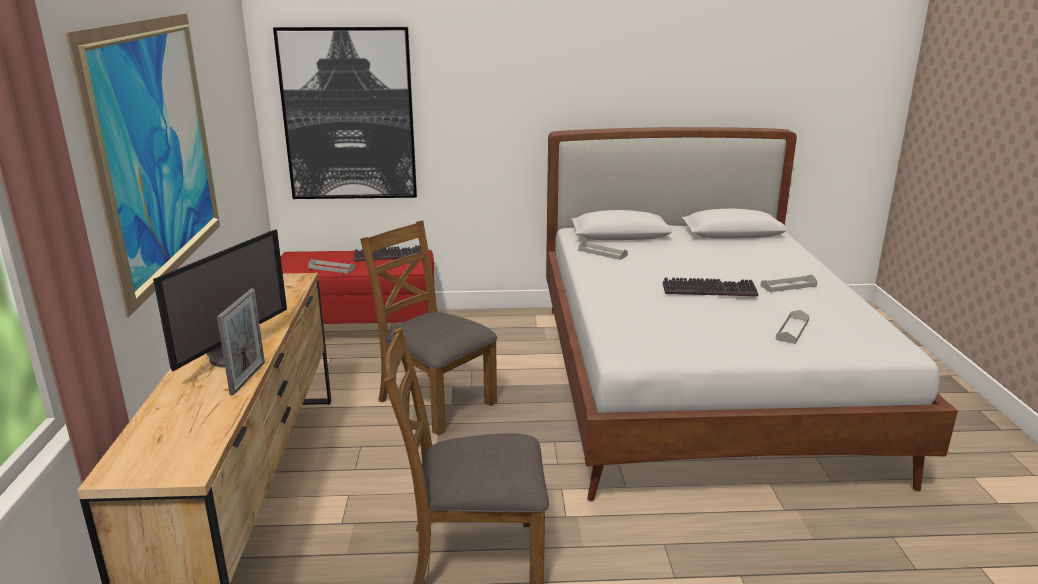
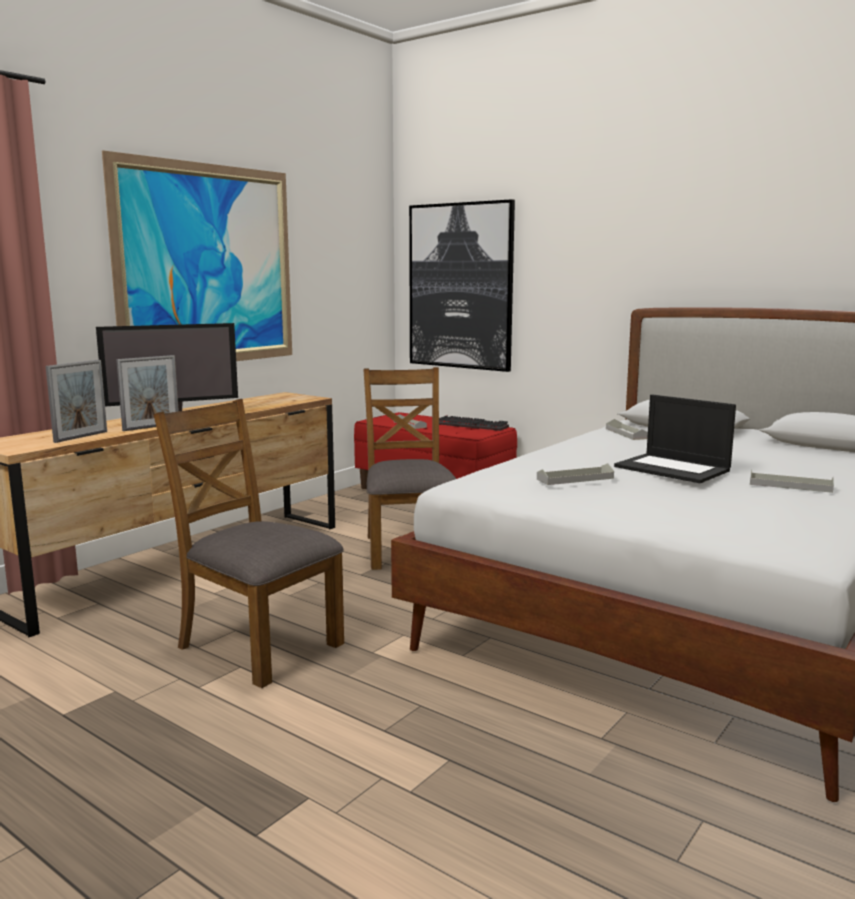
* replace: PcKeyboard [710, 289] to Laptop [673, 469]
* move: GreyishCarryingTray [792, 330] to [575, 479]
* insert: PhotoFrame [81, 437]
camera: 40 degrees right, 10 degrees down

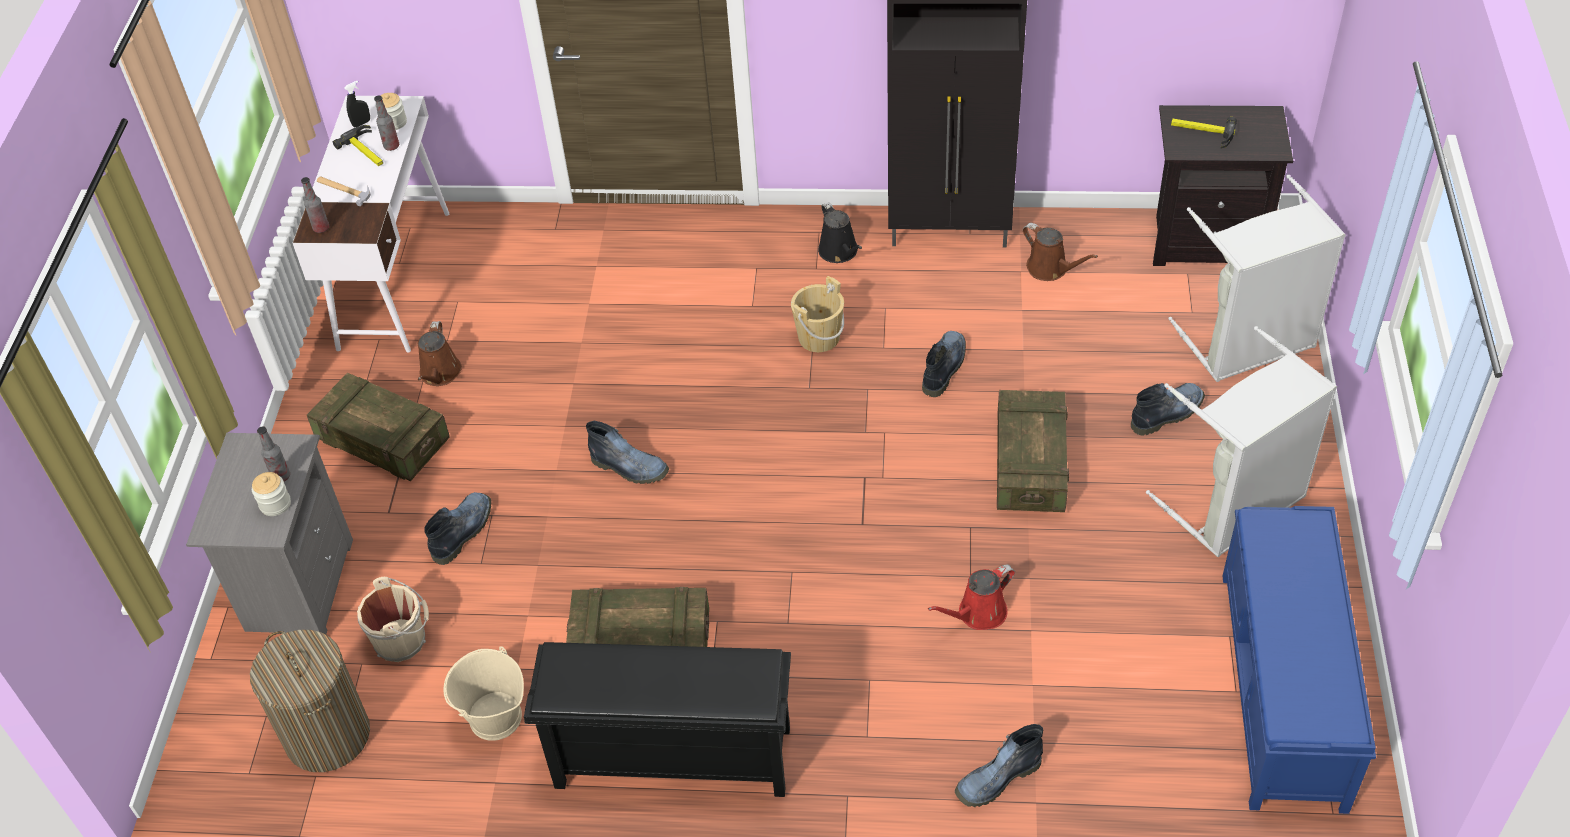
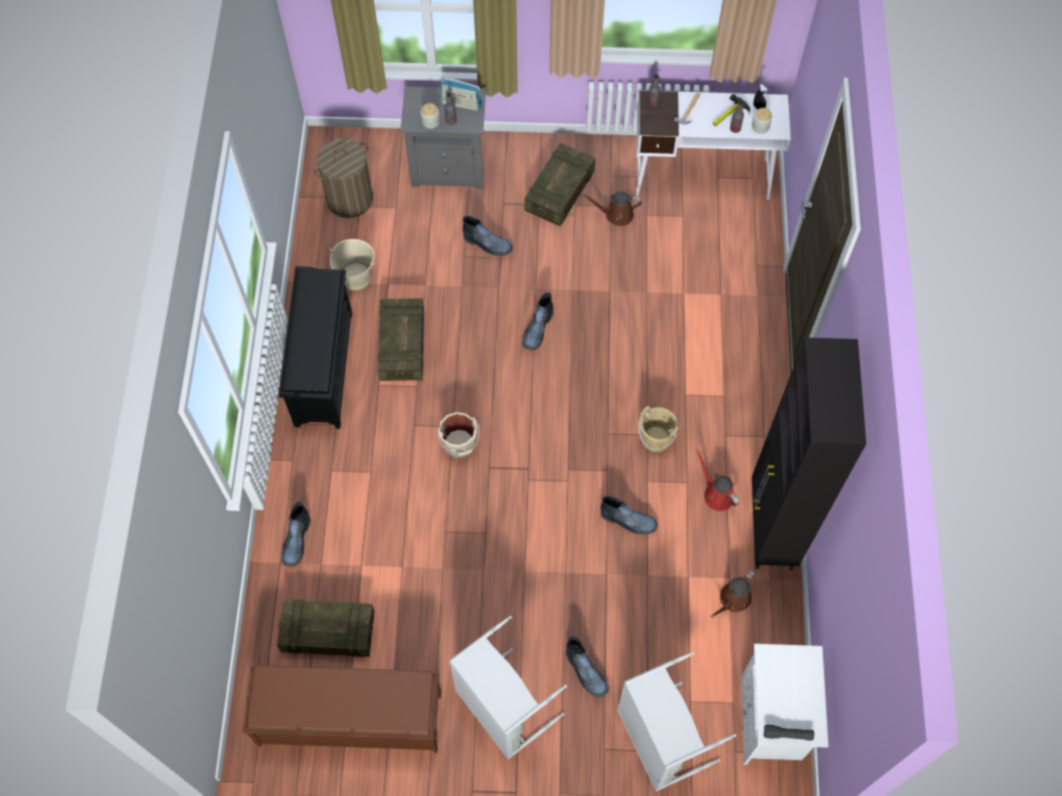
* recolor: BlackColouredBedsideTable [1206, 240] to WhitishBedsideTable [771, 722]
* delete: Hammer [1201, 132]
* delete: BlackColouredSprinklingCan [840, 252]
* move: PackingCrate [1030, 465] to [328, 633]
* recolor: BluishLongSeat [1282, 690] to BrownLongSeat [348, 719]
* move: ReddishSprinklingCan [978, 614] to [716, 494]
* move: SandColouredWaterBucket [402, 640] to [460, 445]
* rotate: TallBoot [997, 780] = [296, 541] 135 degrees counterclockwise
* insert: RadioSet [461, 104]
* insert: BlackColouredHandTorch [787, 734]
camera: 85 degrees right, 15 degrees up

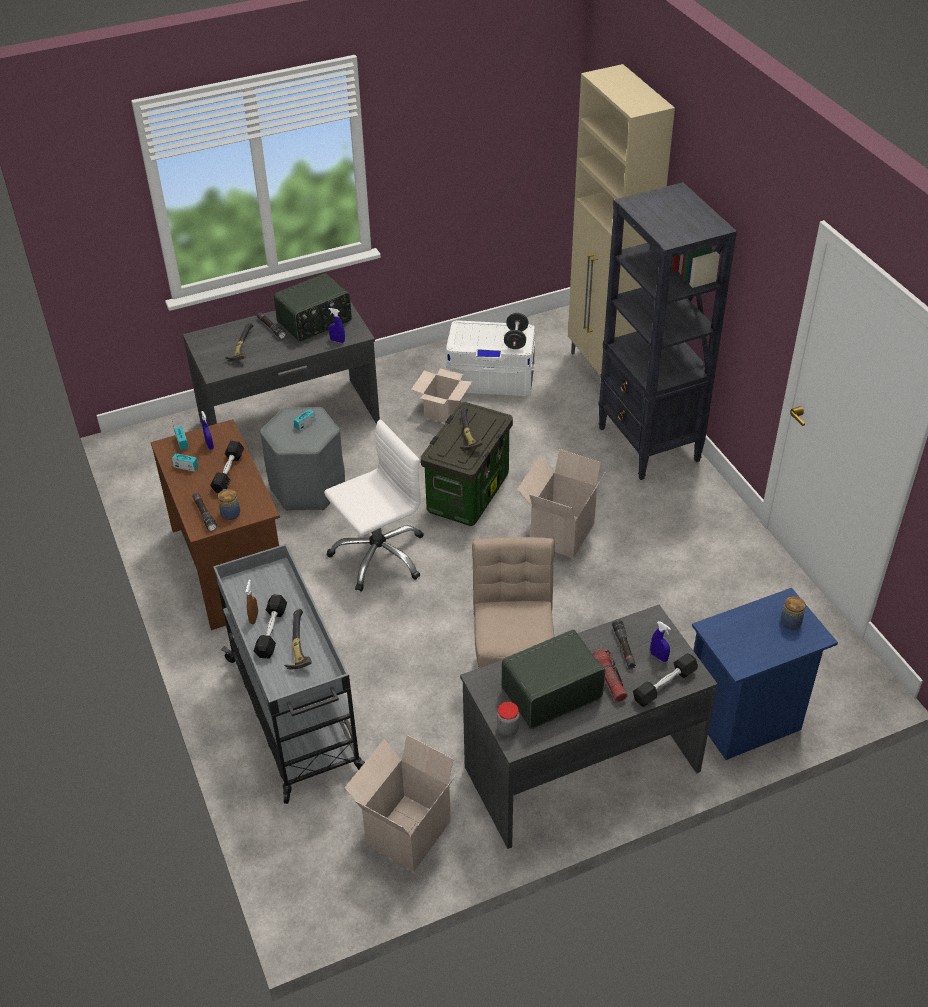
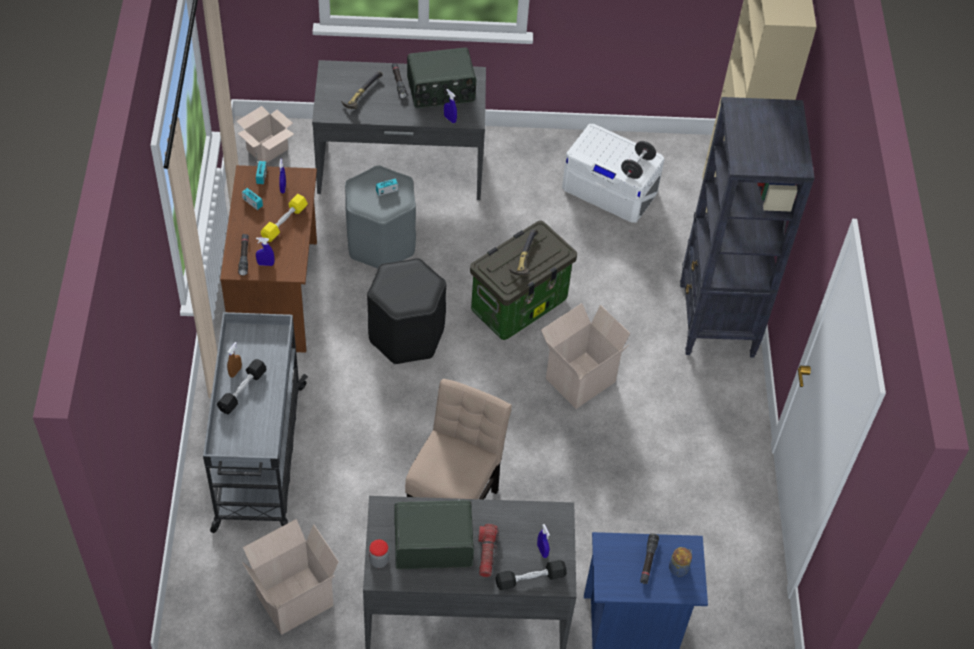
* move: PackingBox [442, 410] to [267, 149]
* replace: WhitishDeskChair [378, 555] to BlackColouredSittingStool [406, 335]
* recolor: BlackColouredHandWeight [228, 473] to YellowishHandWeight [284, 222]
* replace: StorageJar [230, 513] to BluishSprayBottle [265, 264]
* delete: Hammer [297, 646]
* move: BlackColouredHandTorch [624, 648] to [648, 561]
camera: 20 degrees right, 10 degrees up

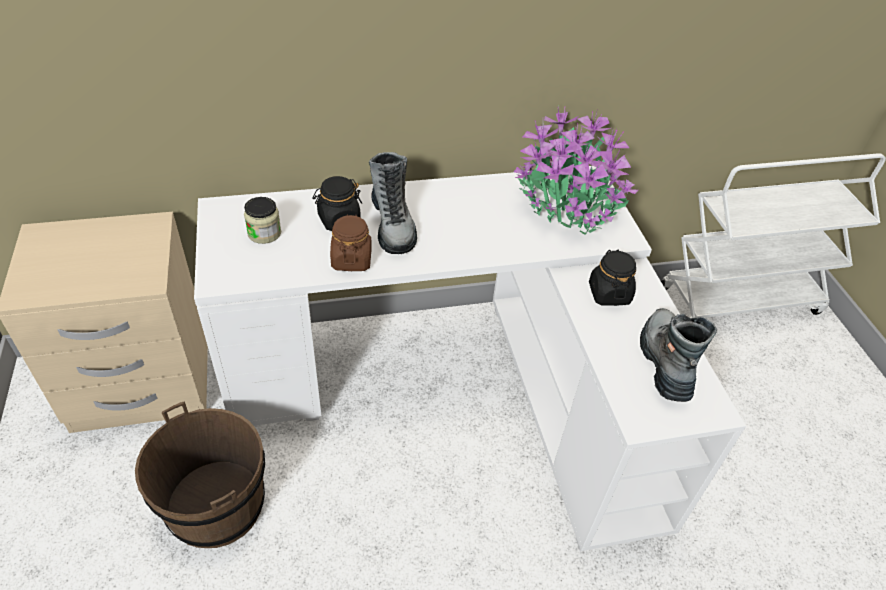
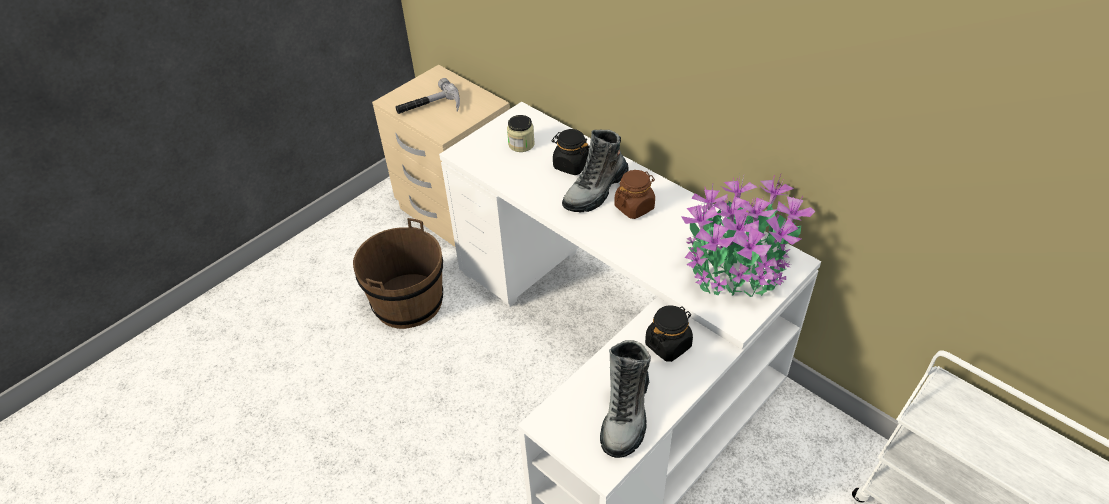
* move: BrownStorageJar [351, 259] to [634, 207]
* rotate: TallBoot [665, 361] = [626, 413] 135 degrees clockwise
* insert: Hammer [430, 107]
camera: 60 degrees right, 0 degrees up

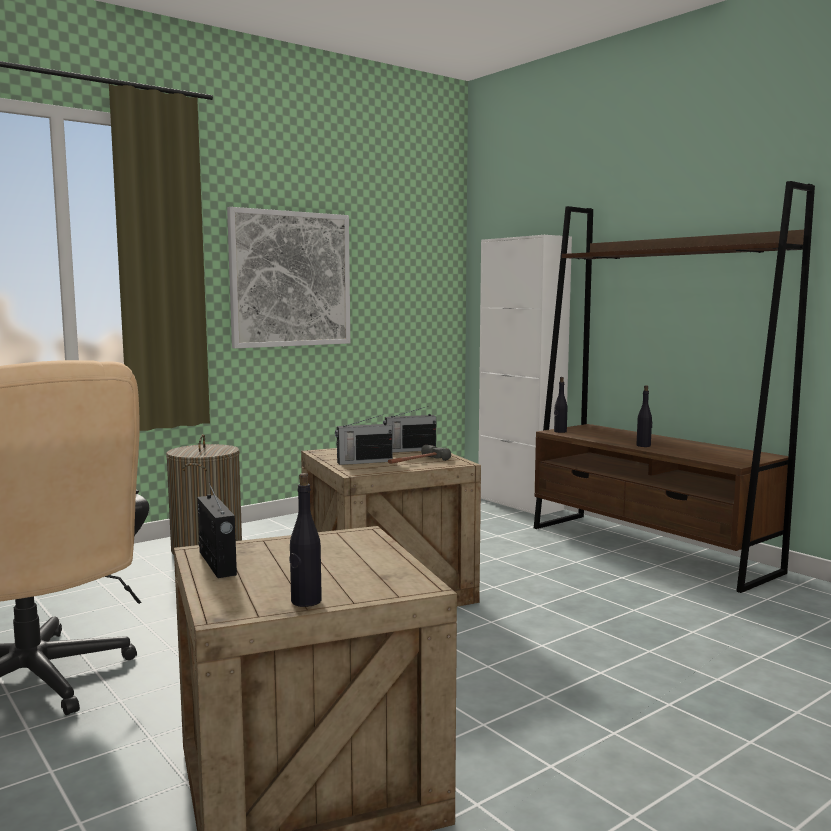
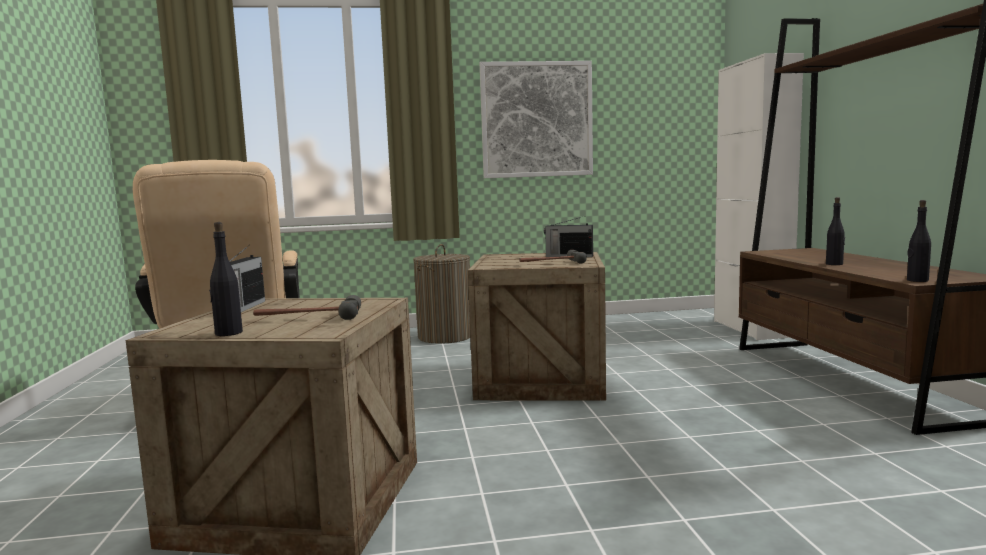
* move: BlackColouredBeverageBottle [560, 431] to [917, 280]
* delete: RadioSet [363, 462]
* insert: Hammer [308, 318]
camera: 30 degrees right, 0 degrees up

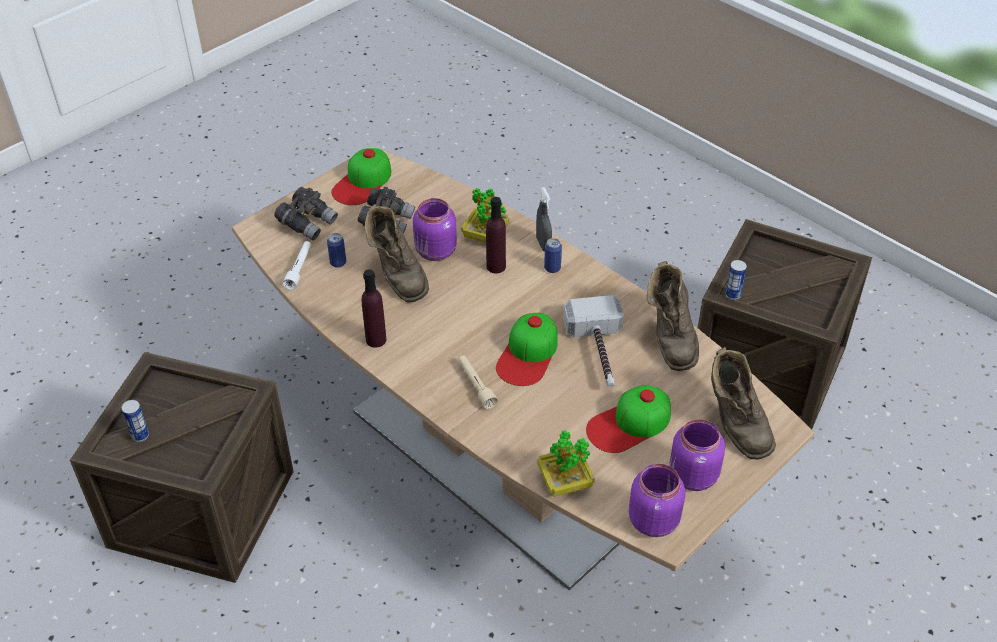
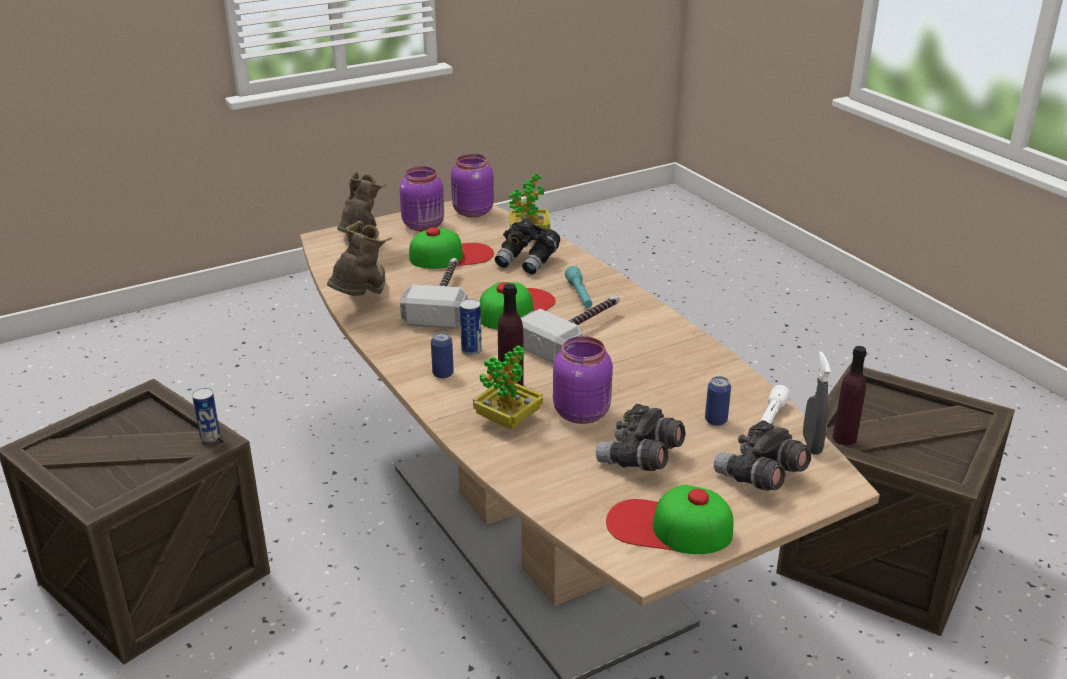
* rotate: PeakedCap [362, 182] = [668, 527] 120 degrees counterclockwise
* move: GreyishSprayBottle [543, 244] to [812, 444]
* delete: BrownTallBoot [398, 276]
* move: PurpleColouredBeverageBottle [376, 340] to [844, 438]
* recolor: SandColouredHandTorch [476, 385] to TurquoiseHandTorch [579, 295]
* move: Can [140, 436] to [471, 350]
* insert: BlackColouredFieldGlasses [528, 261]
* insert: Hammer [577, 334]
camera: 165 degrees left, 15 degrees down

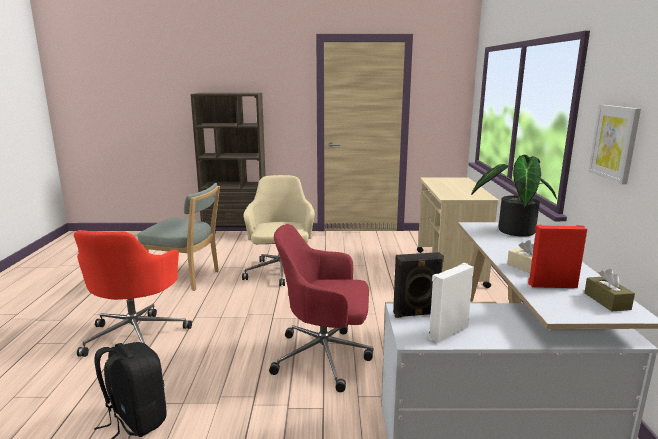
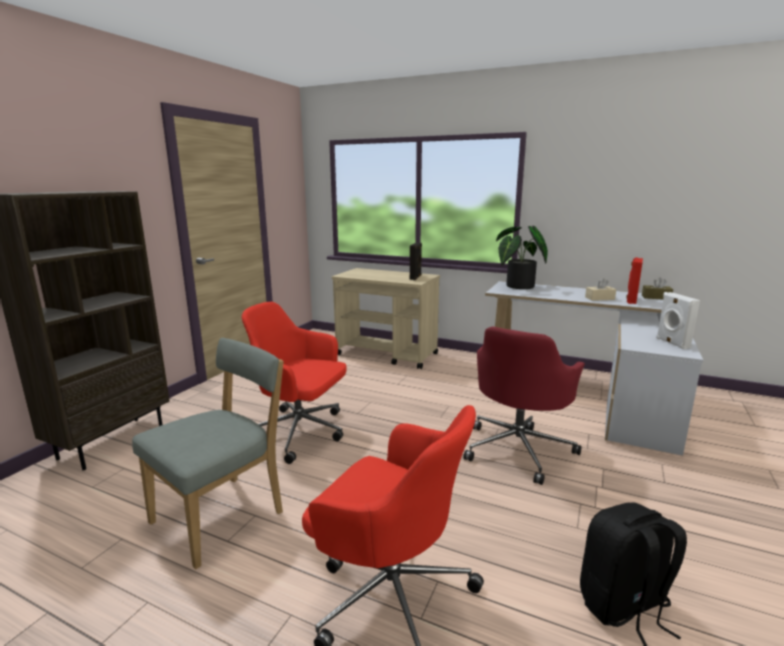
* delete: Picture [615, 142]
* recolor: SandColouredDeskChair [281, 273] to ReddishDeskChair [300, 432]
* move: BlackColouredSpeaker [416, 314] to [416, 277]
camera: 65 degrees left, 0 degrees up

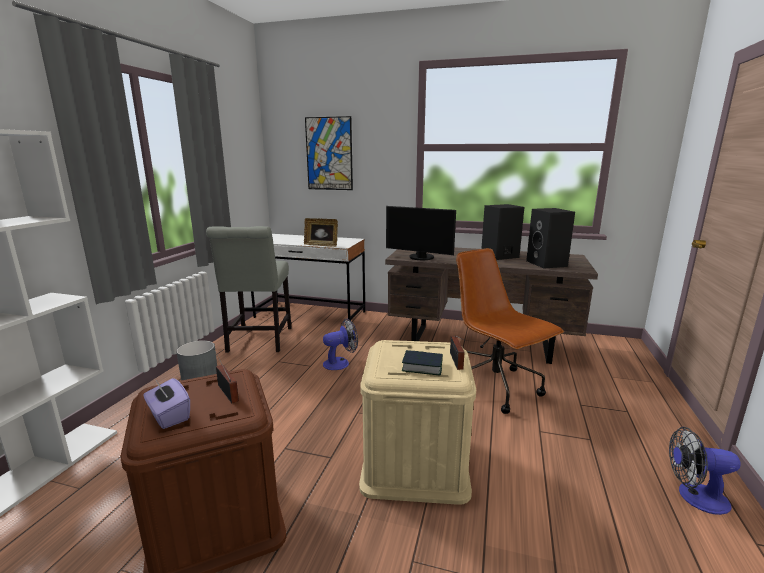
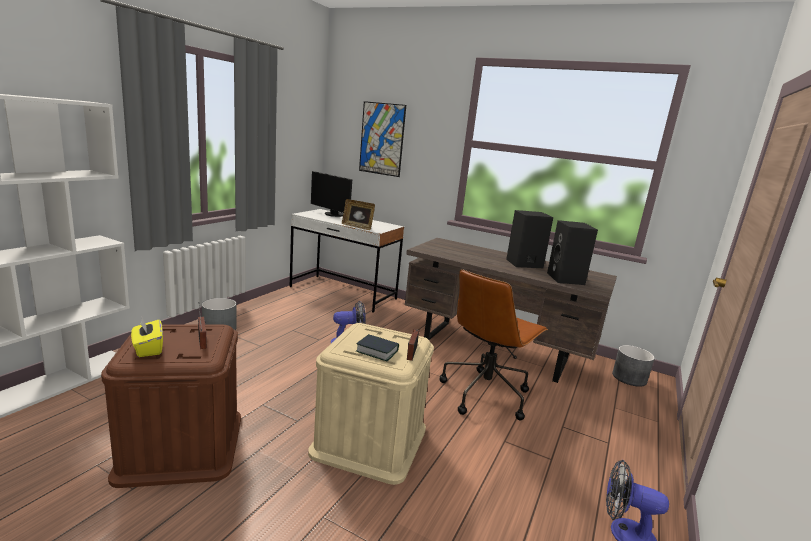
* move: Monitor [420, 258] to [332, 214]
* delete: GreyishUprightChair [258, 341]
* rotate: BrownDeskChair [496, 388] = [485, 393] 120 degrees counterclockwise
* recolor: PurpleColouredTissueBox [169, 416] to YellowishTissueBox [148, 349]
* insert: GreyishFlowerPot [629, 378]
camera: 10 degrees right, 0 degrees up

